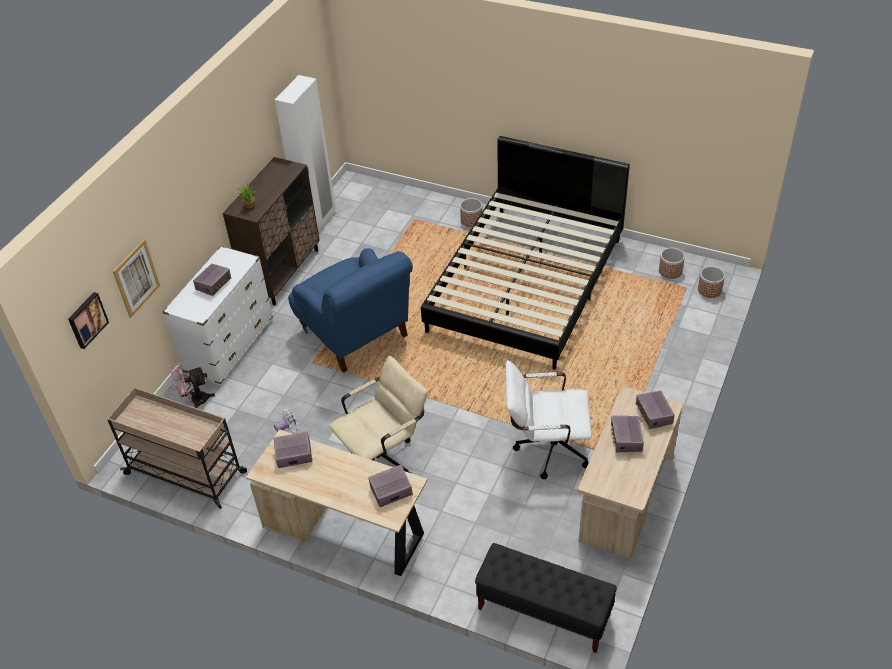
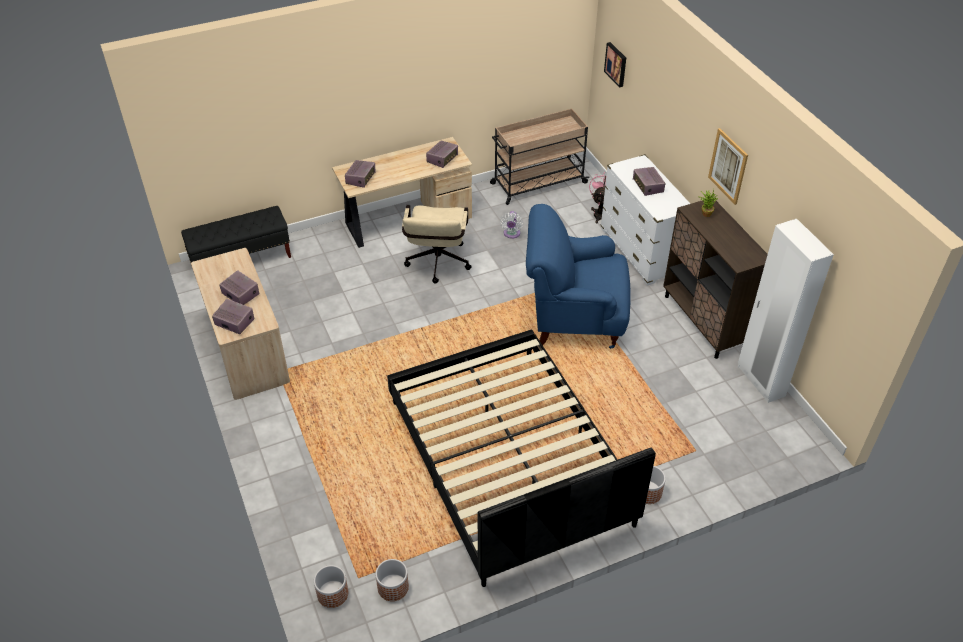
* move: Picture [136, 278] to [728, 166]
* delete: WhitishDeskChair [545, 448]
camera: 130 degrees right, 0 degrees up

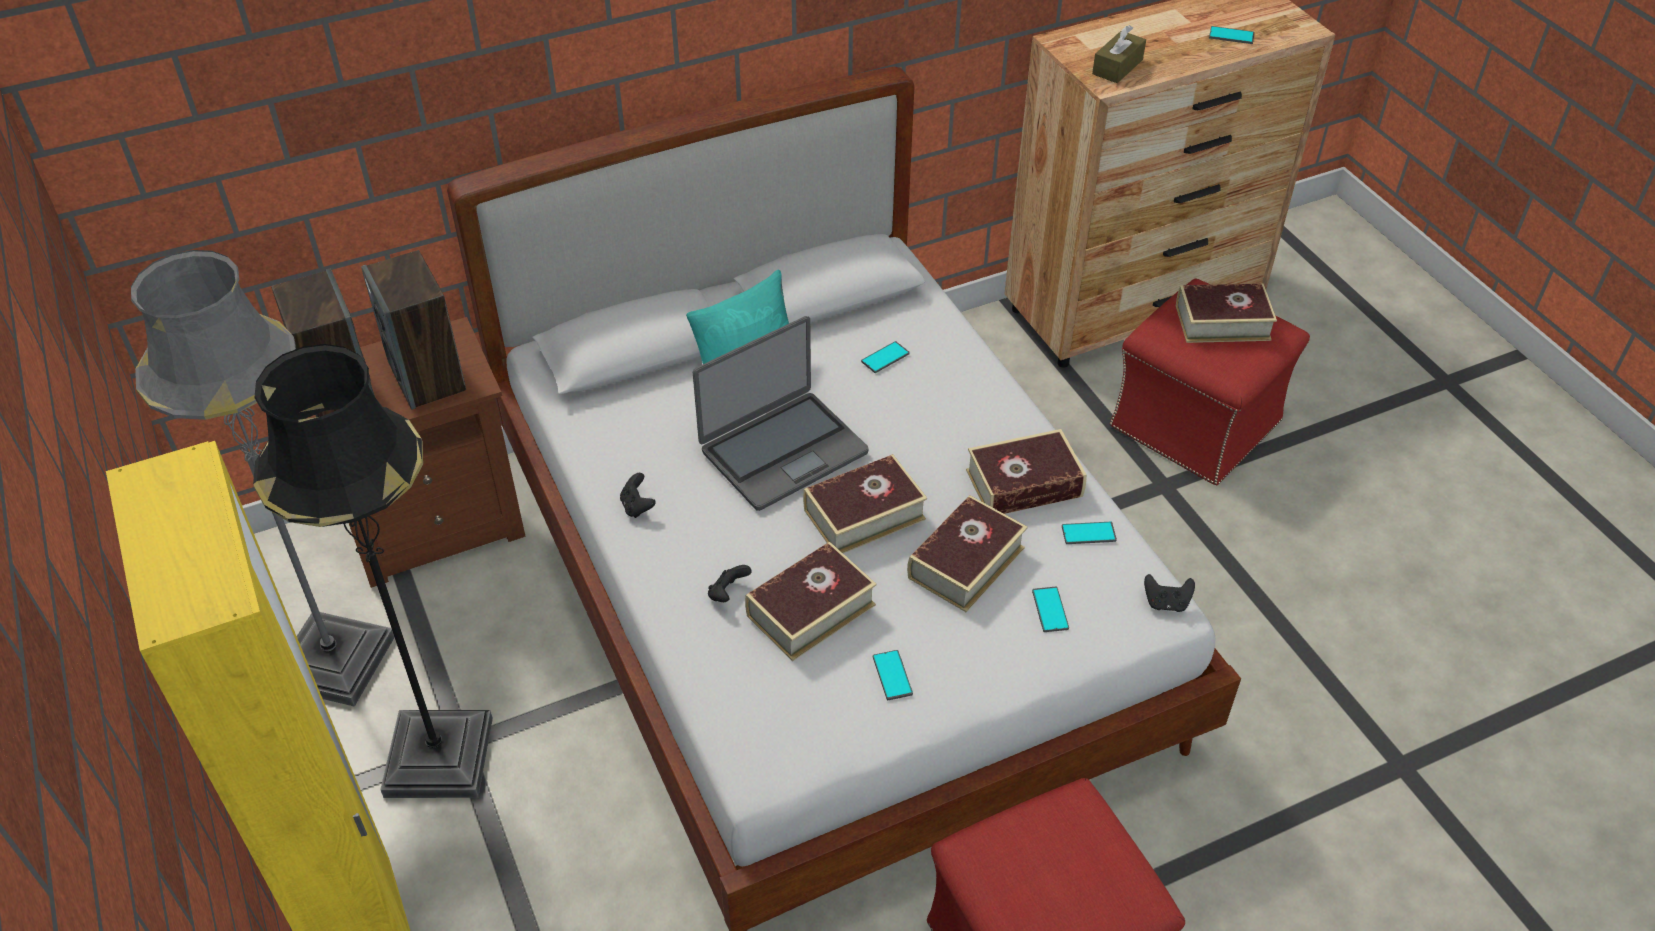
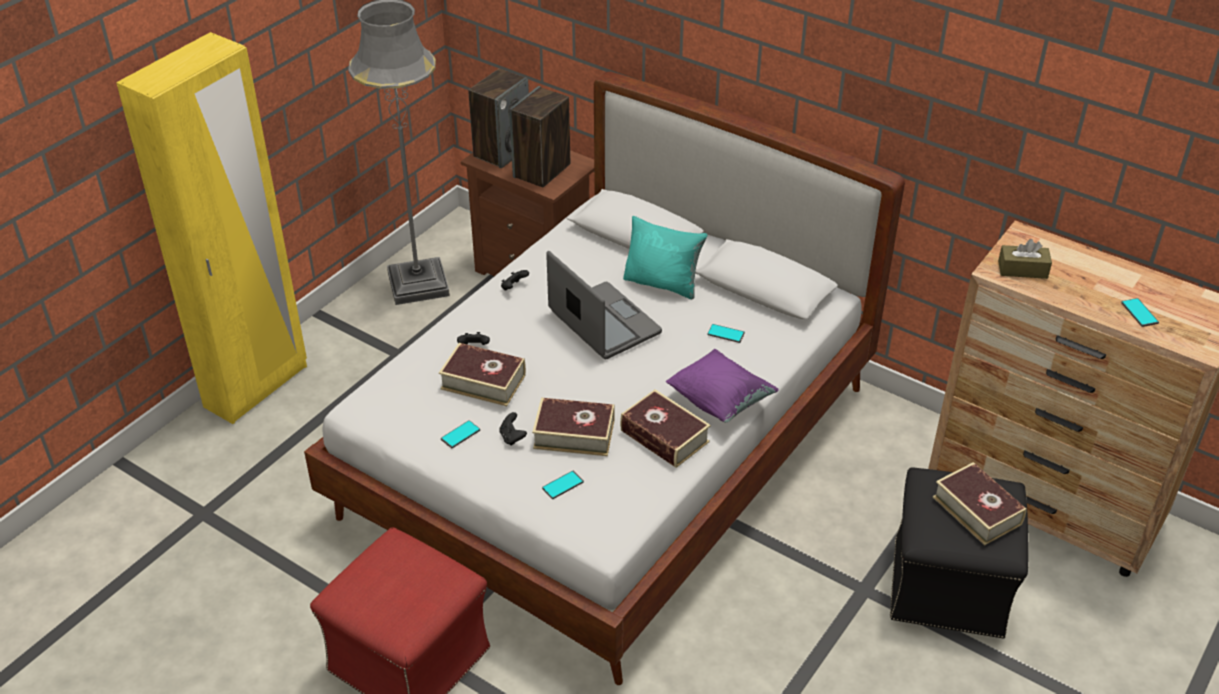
* recolor: ReddishOttoman [1197, 424] to BlackColouredOttoman [948, 587]
* rotate: Laptop [782, 451] = [603, 323] 150 degrees counterclockwise
* delete: BlackColouredFloorLamp [439, 757]
* delete: Book [864, 514]
* delete: Handset [1088, 533]
* move: BlackColouredGamepad [1166, 603] to [512, 437]
* insert: PurpleColouredCushion [720, 402]
camera: 60 degrees right, 5 degrees down

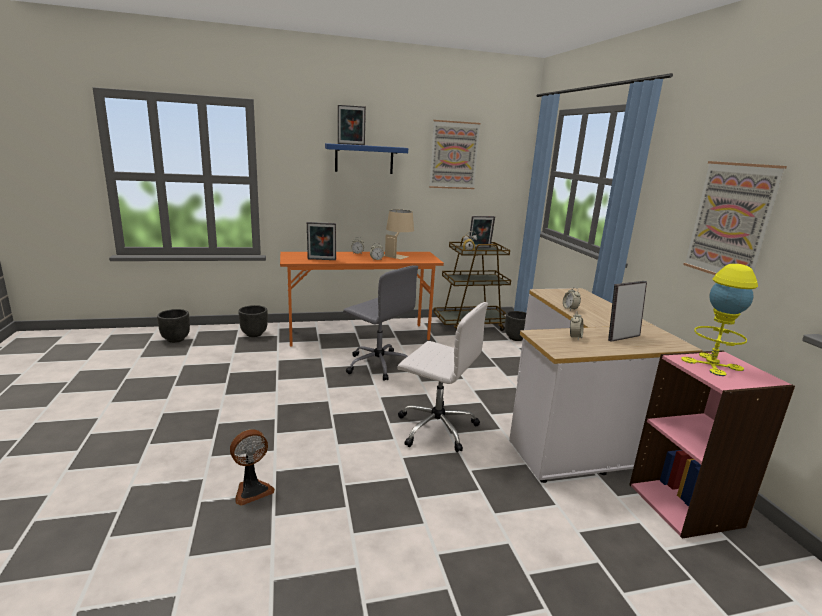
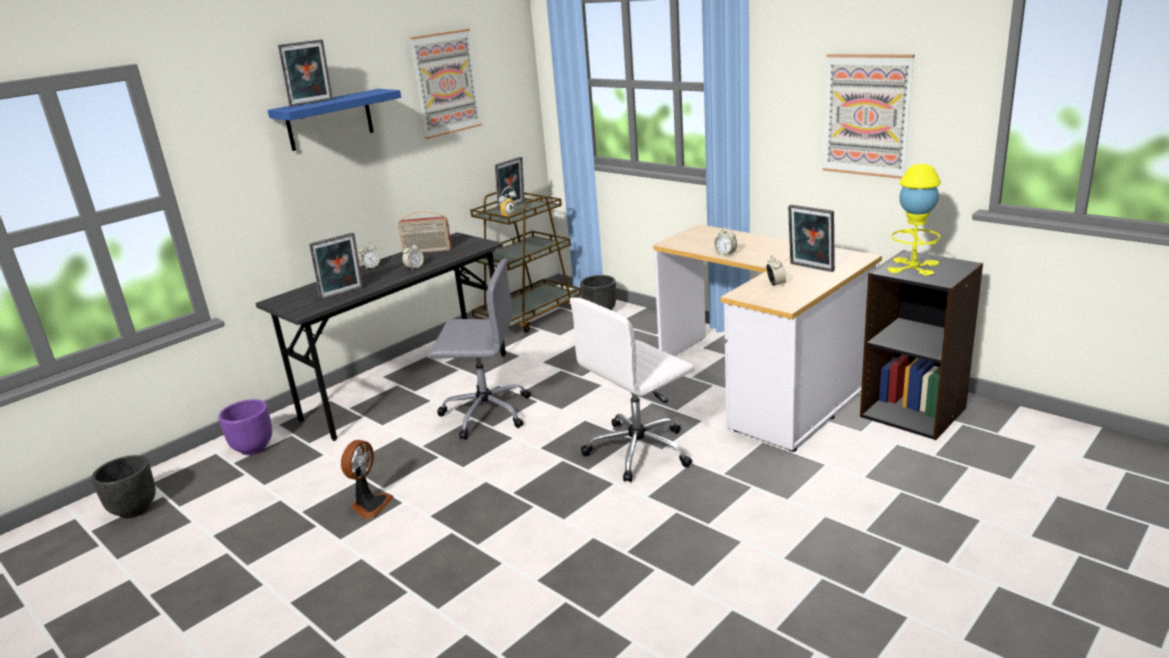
* replace: SandColouredTabletopLamp [397, 255] to RadioSet [427, 251]
* recolor: OrangeDesk [359, 335] to GreyishDesk [408, 386]
* rotate: PhotoFrame [622, 337] = [810, 268] 75 degrees counterclockwise
* rotate: WhitishDeskChair [435, 427] = [640, 450] 150 degrees clockwise
* recolor: BlackColouredFlowerPot [254, 334] to PurpleColouredFlowerPot [253, 448]
* recolor: PinkBookcase [685, 505] to BlackColouredBookcase [913, 412]
* move: ElectricFan [252, 490] to [369, 505]
camera: 30 degrees left, 5 degrees up

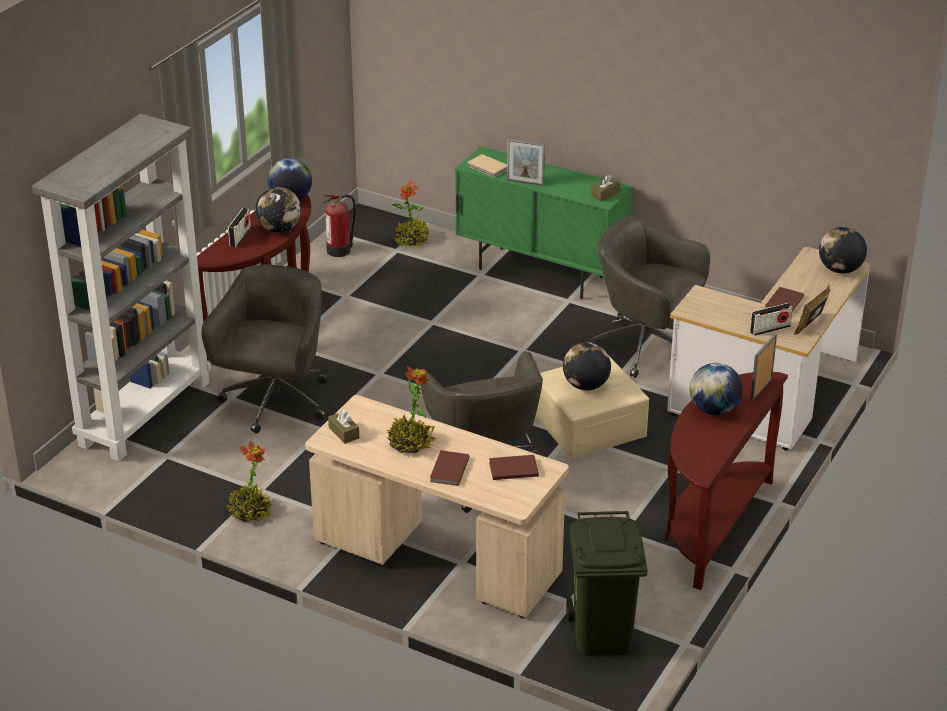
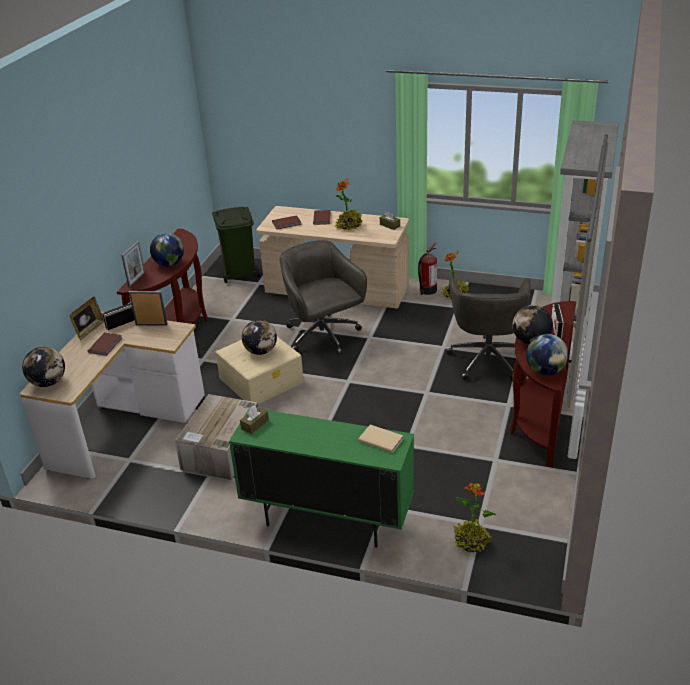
* move: PhotoFrame [525, 182] to [151, 324]
* move: FireExtinguisher [340, 250] to [427, 290]
* replace: GreyishDeskChair [646, 348] to PackingBox [221, 450]
camera: 170 degrees right, 0 degrees up

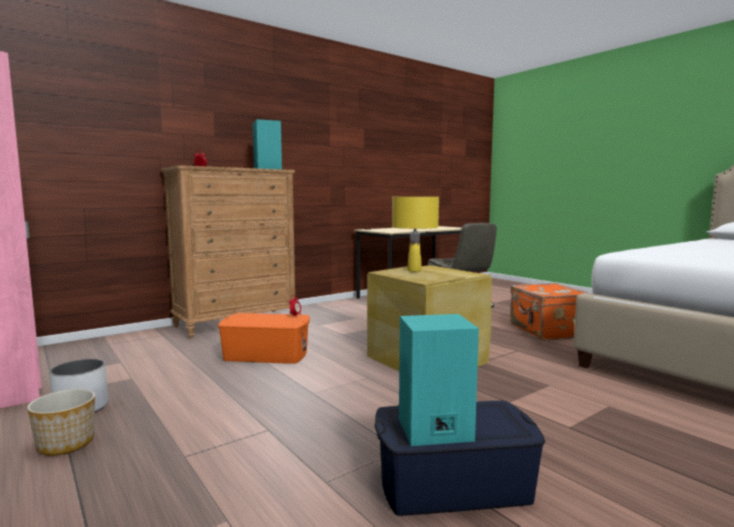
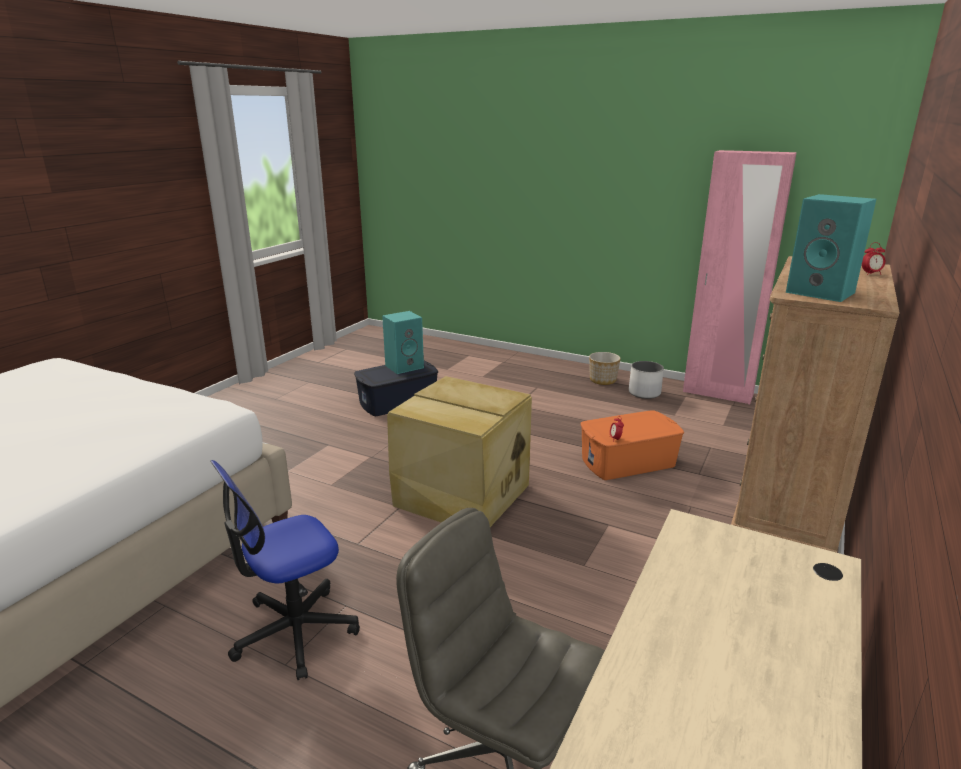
* delete: YellowishTabletopLamp [414, 270]
* replace: OrangeSuitcase [548, 331] to DeskChair [294, 631]
camera: 155 degrees right, 15 degrees up

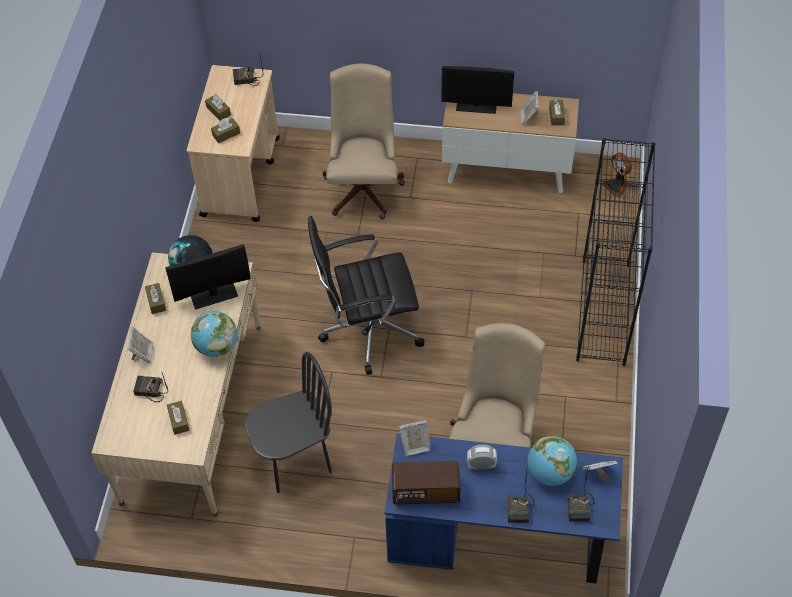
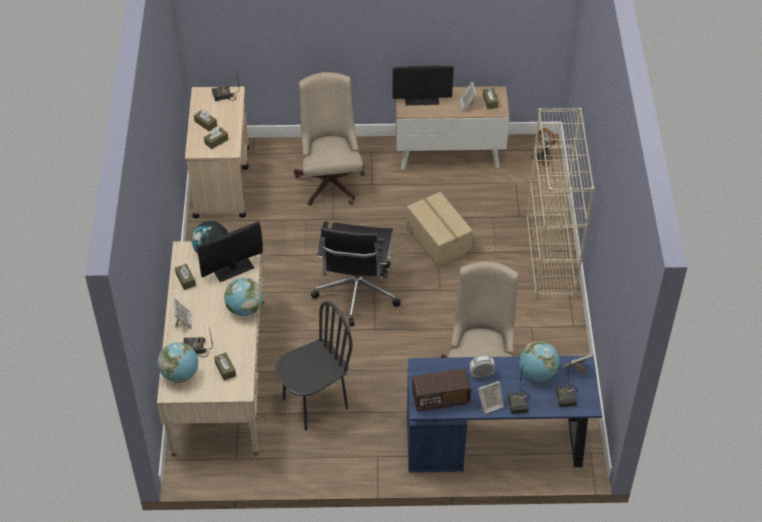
* recolor: BlackColouredBookcase [603, 312] to SandColouredBookcase [550, 258]
* rotate: BlackColouredDeskChair [368, 329] = [356, 293] 60 degrees counterclockwise
* move: PhotoFrame [415, 446] to [490, 405]
* insert: PackingBox [439, 240]
* insert: DeskGlobe [180, 374]
camera: 10 degrees left, 5 degrees down

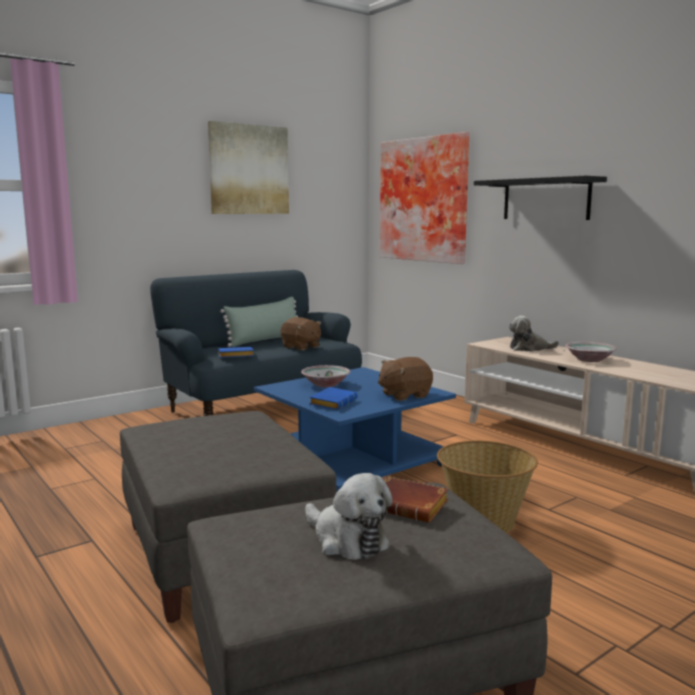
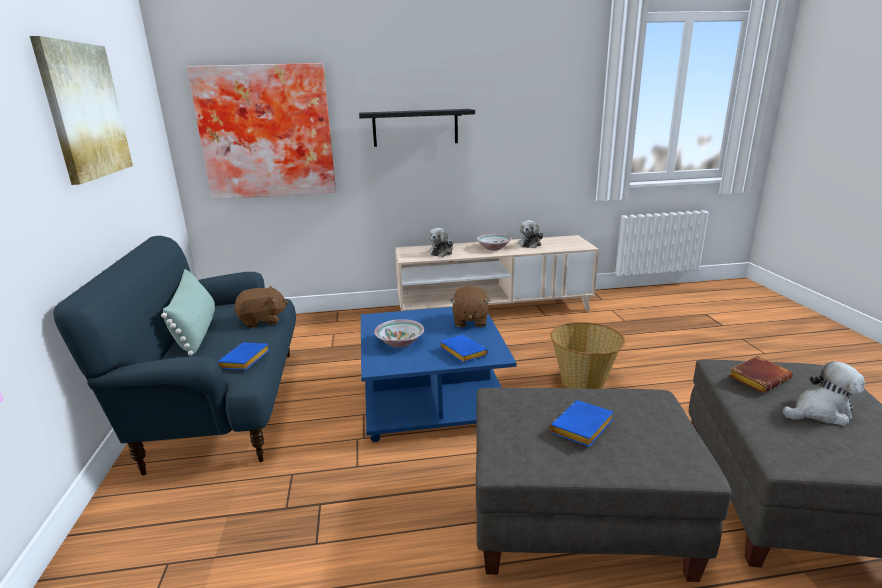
* insert: CuddlyToy [530, 244]
* insert: BluishBook [582, 429]
camera: 60 degrees left, 10 degrees up

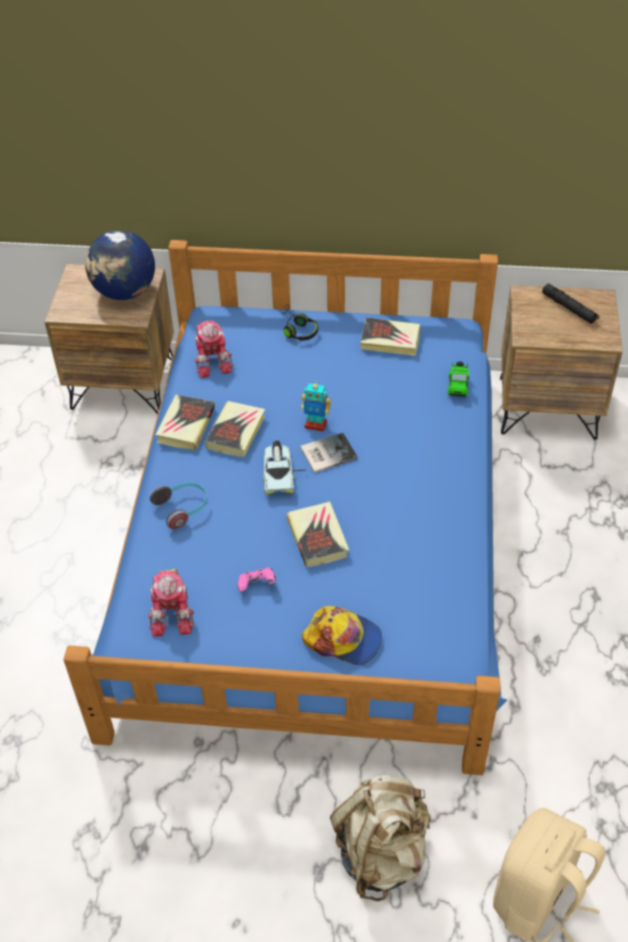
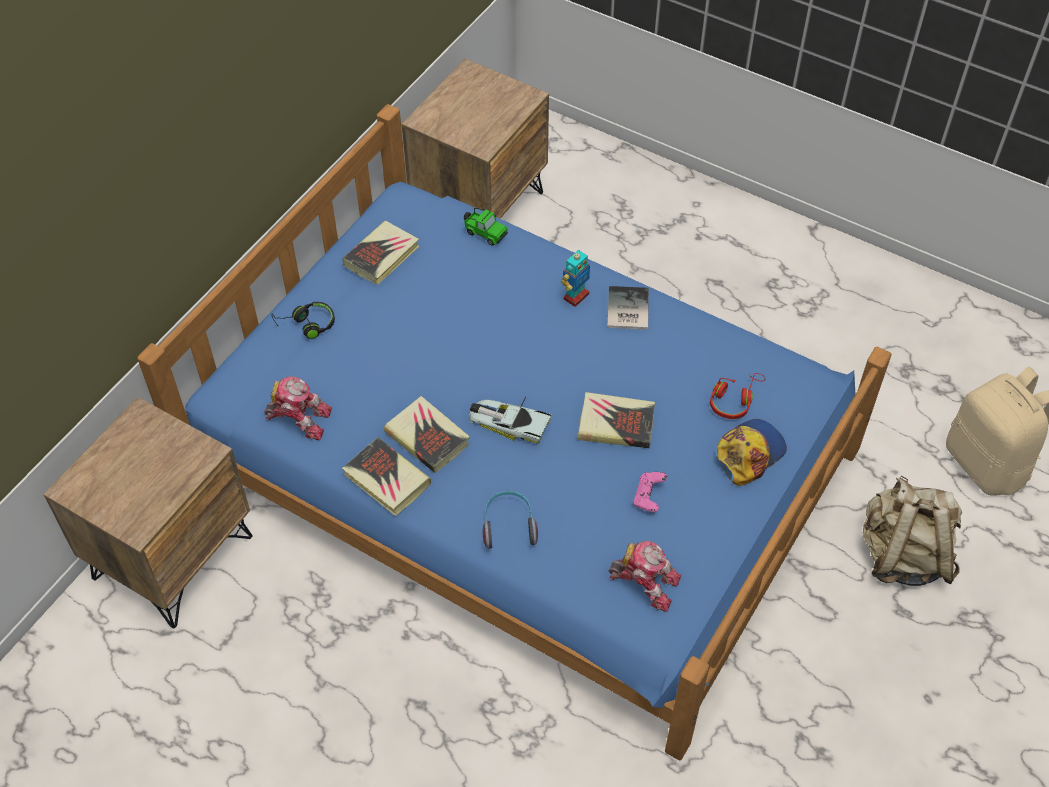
* delete: DeskGlobe [125, 292]
* delete: BlackColouredHandTorch [569, 308]
* move: ToyRobot [316, 424] to [575, 296]
* move: Book [326, 453] to [626, 310]
* insert: ReddishHeadset [734, 400]
camera: 65 degrees left, 5 degrees up

